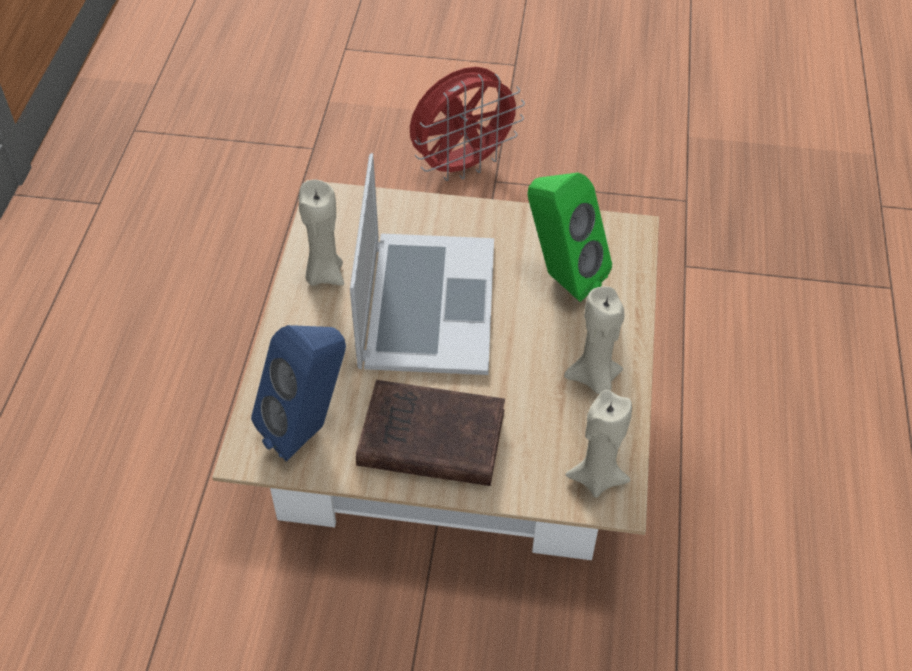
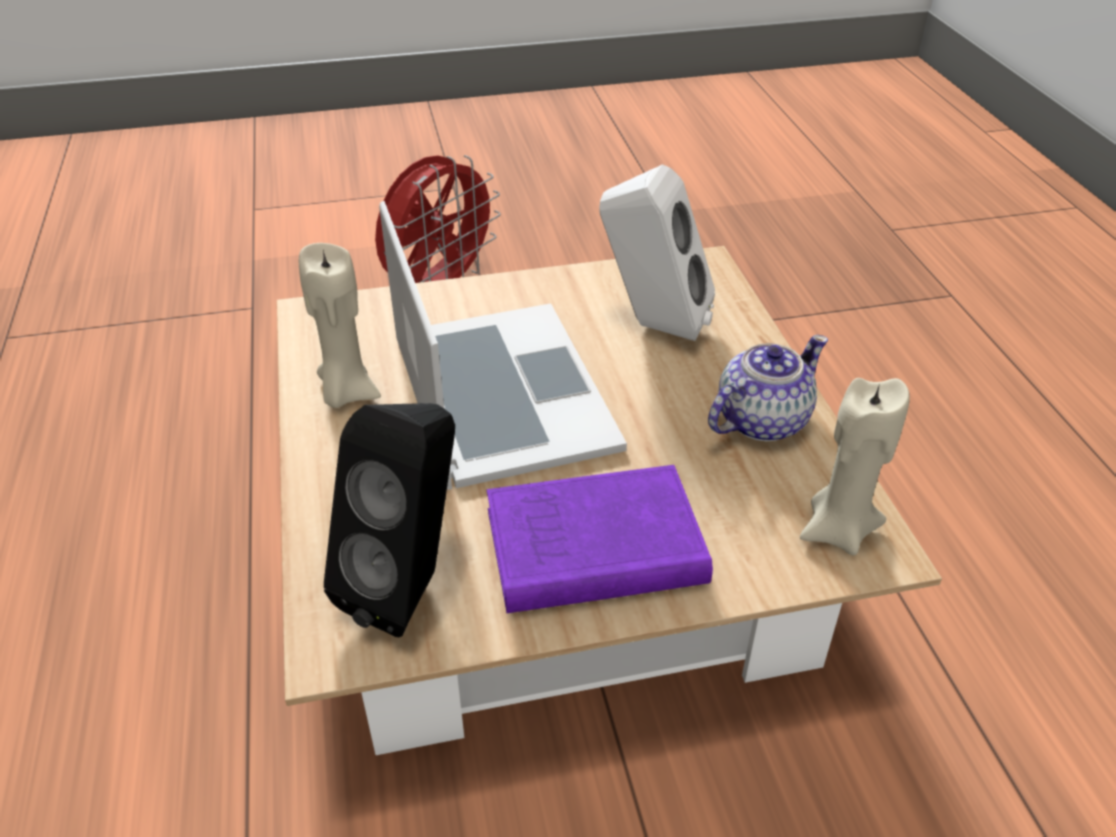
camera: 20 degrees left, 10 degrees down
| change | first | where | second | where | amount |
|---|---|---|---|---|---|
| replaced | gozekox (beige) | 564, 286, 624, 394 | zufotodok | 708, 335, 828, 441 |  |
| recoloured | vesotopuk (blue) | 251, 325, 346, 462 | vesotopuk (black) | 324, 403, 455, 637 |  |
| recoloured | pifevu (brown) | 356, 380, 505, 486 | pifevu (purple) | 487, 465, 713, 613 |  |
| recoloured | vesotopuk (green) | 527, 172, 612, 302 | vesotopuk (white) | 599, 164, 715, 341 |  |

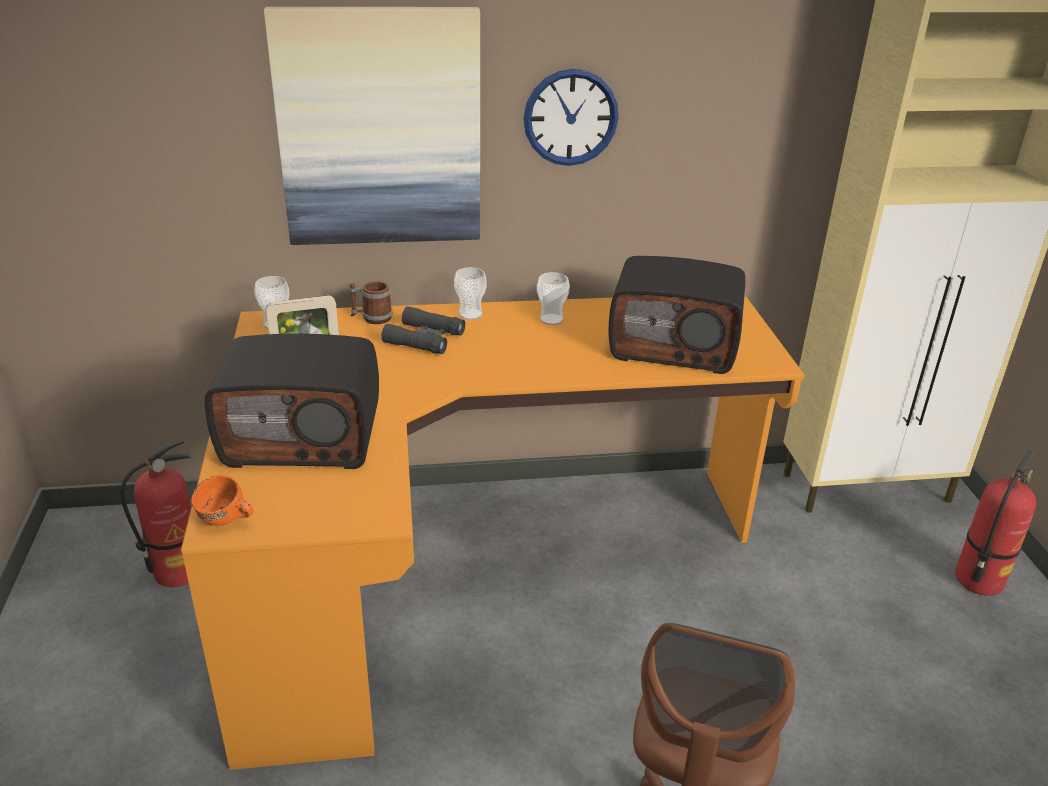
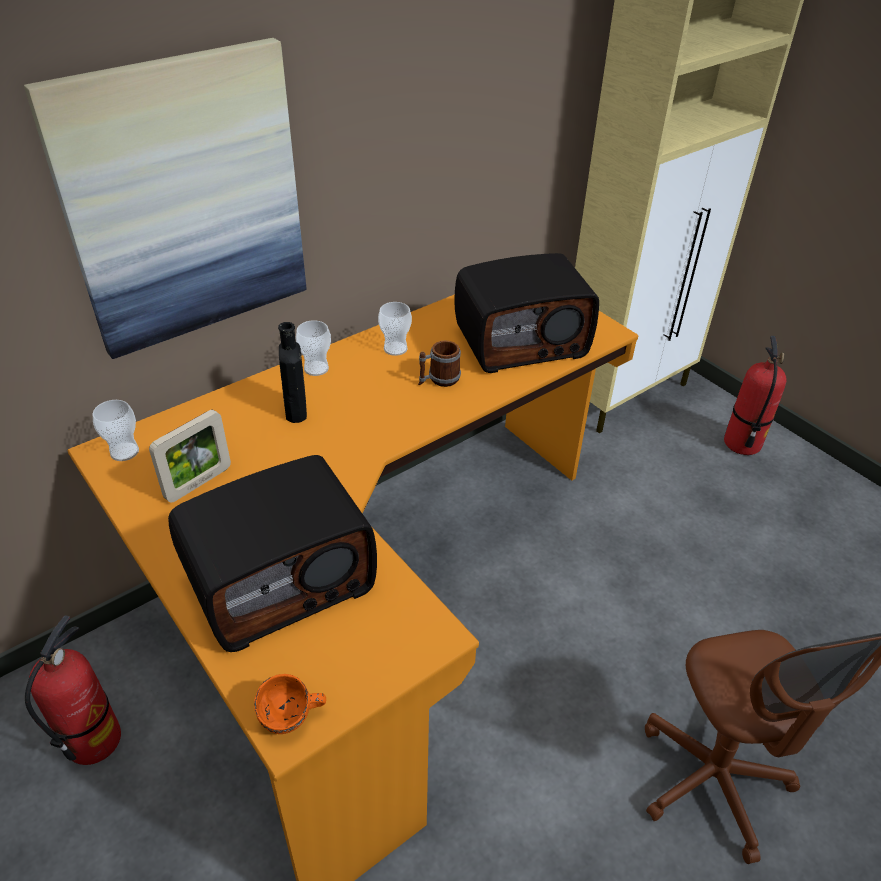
camera: 30 degrees left, 10 degrees up
| change | first | where | second | where | amount |
|---|---|---|---|---|---|
| removed | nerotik | 523, 69, 618, 166 |  |  |  |
| moved | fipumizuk | 349, 281, 393, 324 |  | 418, 340, 461, 387 |  |
| replaced | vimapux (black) | 381, 306, 465, 354 | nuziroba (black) | 278, 322, 307, 423 |  |

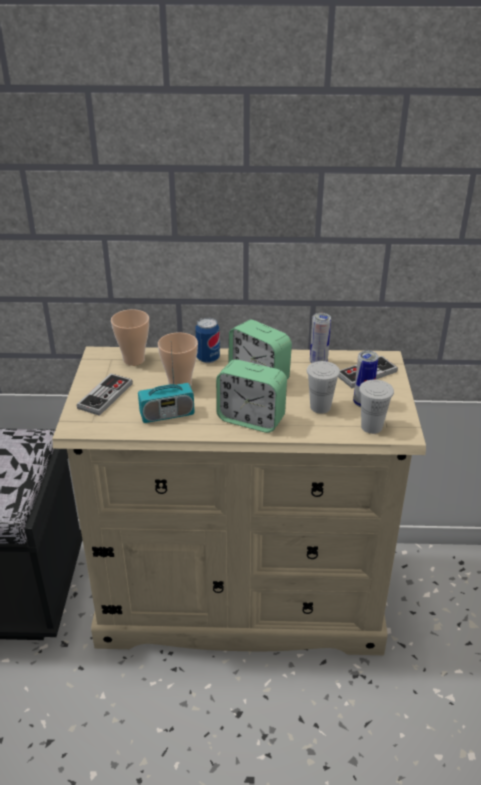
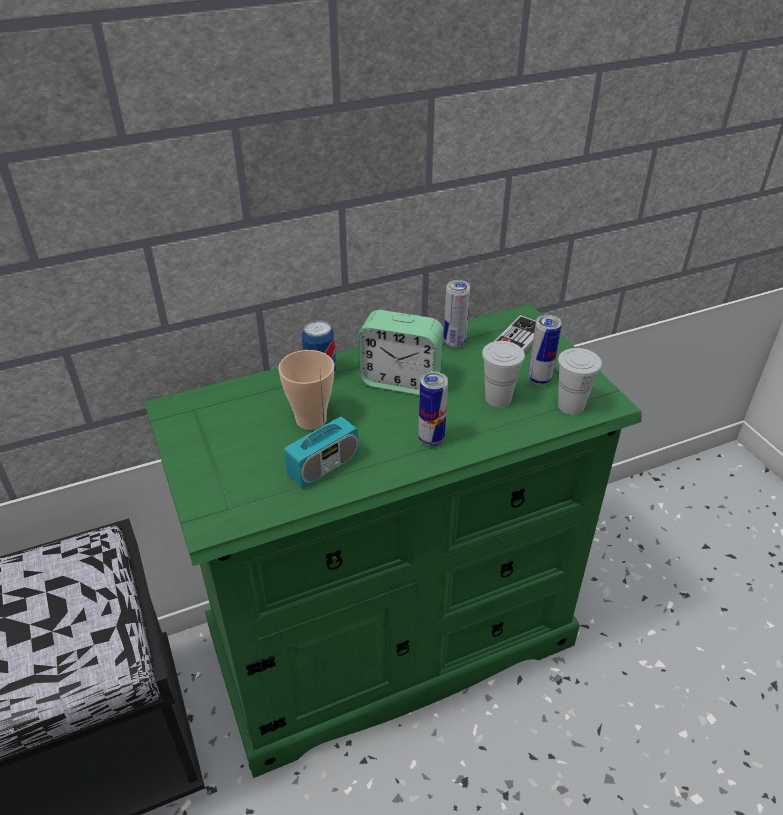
camera: 25 degrees left, 5 degrees up
| change | first | where | second | where | amount |
|---|---|---|---|---|---|
| removed | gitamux | 77, 373, 133, 416 |  |  |  |
| removed | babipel | 111, 309, 149, 366 |  |  |  |
| replaced | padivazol | 216, 360, 287, 433 | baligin | 418, 371, 448, 446 |  |
| recoloured | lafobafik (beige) | 52, 347, 426, 655 | lafobafik (green) | 144, 304, 642, 778 |  |

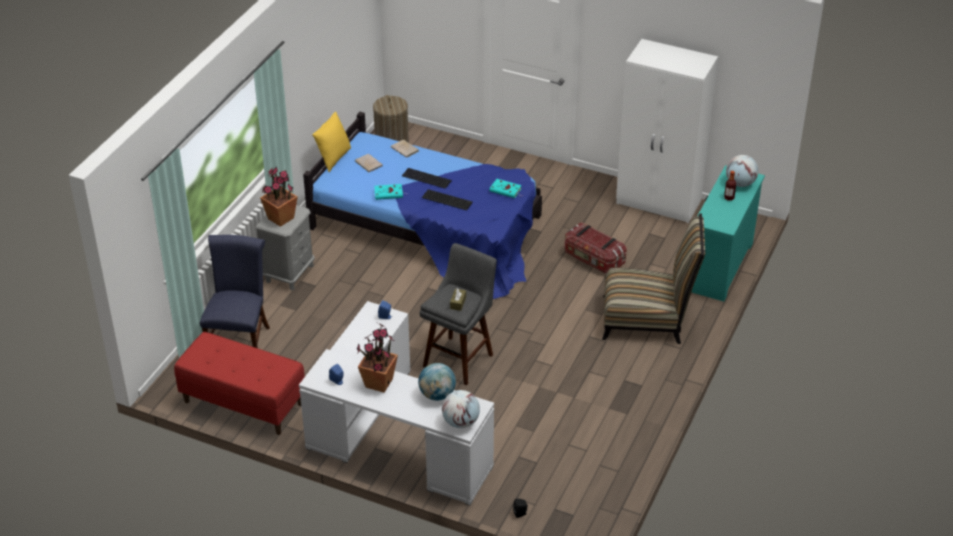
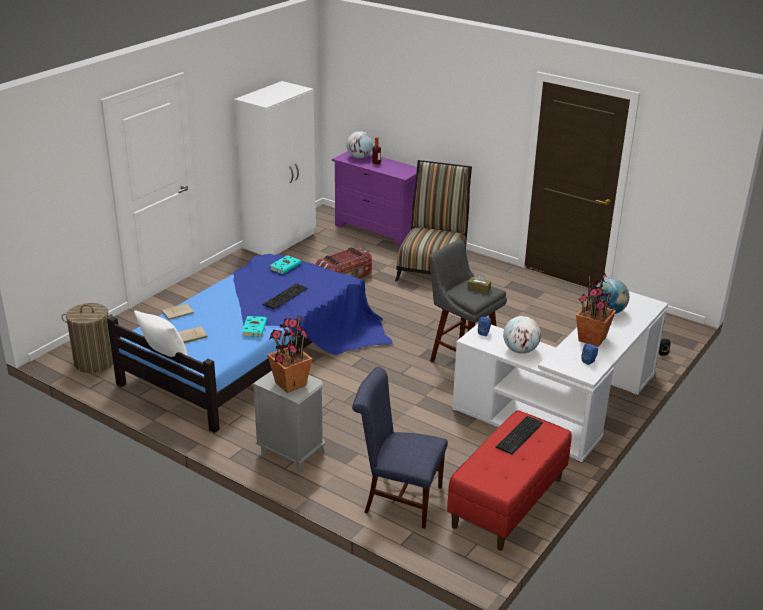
camera: 80 degrees left, 10 degrees down
| change | first | where | second | where | amount |
|---|---|---|---|---|---|
| moved | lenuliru | 402, 168, 452, 189 |  | 496, 416, 543, 455 |  |
| moved | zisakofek | 442, 390, 480, 428 |  | 503, 316, 541, 354 |  |
| recoloured | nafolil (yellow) | 312, 112, 351, 172 | nafolil (white) | 134, 310, 188, 357 |  |
| recoloured | lafobafik (turquoise) | 692, 165, 765, 302 | lafobafik (purple) | 332, 151, 417, 247 |  |

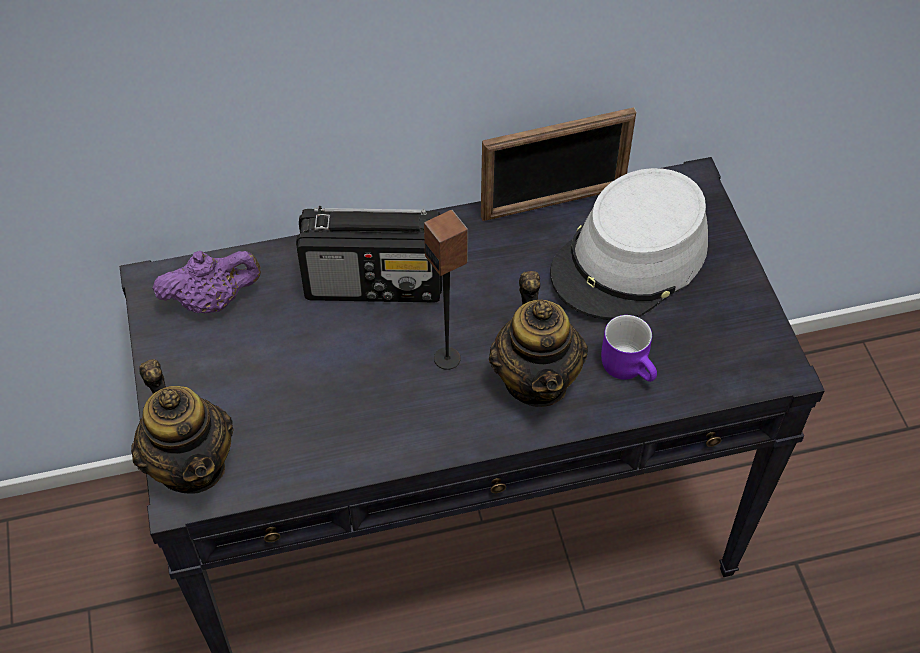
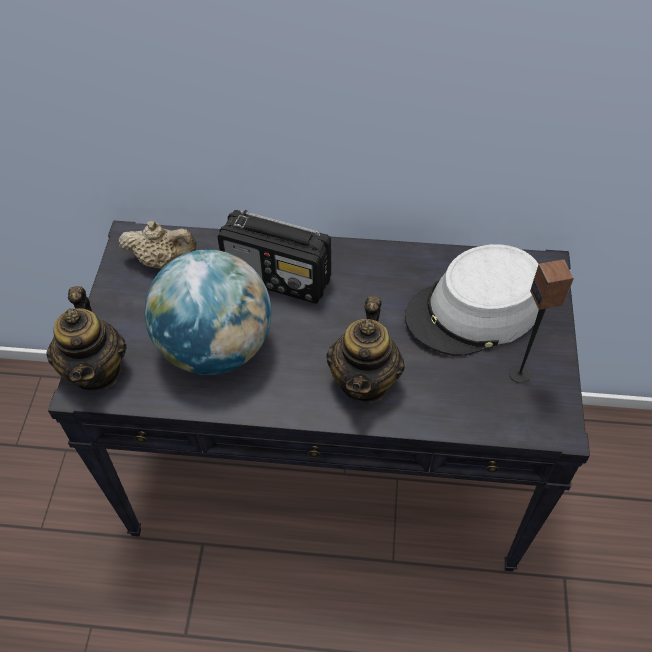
camera: 20 degrees right, 0 degrees up
| change | first | where | second | where | amount |
|---|---|---|---|---|---|
| removed | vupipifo | 481, 107, 636, 221 |  |  |  |
| removed | fipumizuk (purple) | 601, 315, 657, 382 |  |  |  |
| added |  |  | zisakofek | 144, 249, 271, 375 |  |
| moved | vesotopuk | 424, 210, 468, 370 |  | 509, 259, 574, 383 |  |
| recoloured | zufotodok (purple) | 152, 251, 261, 313 | zufotodok (beige) | 118, 221, 197, 269 |  |

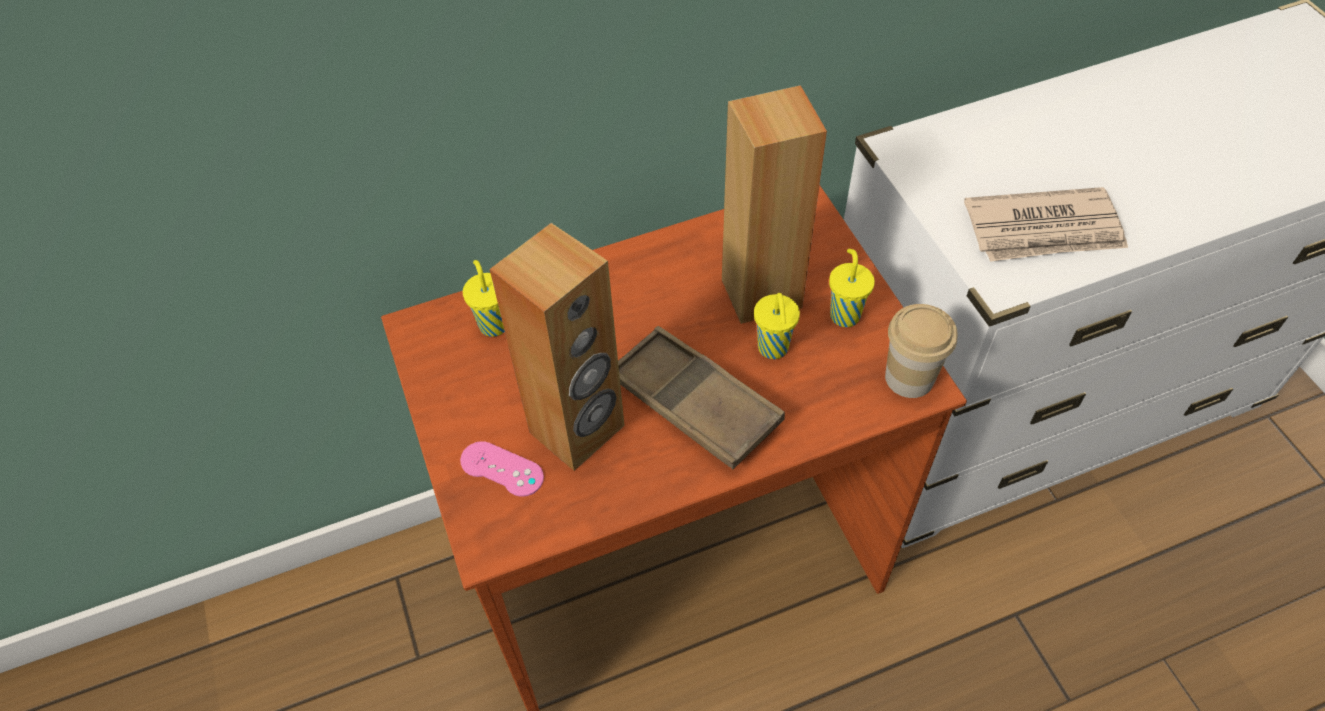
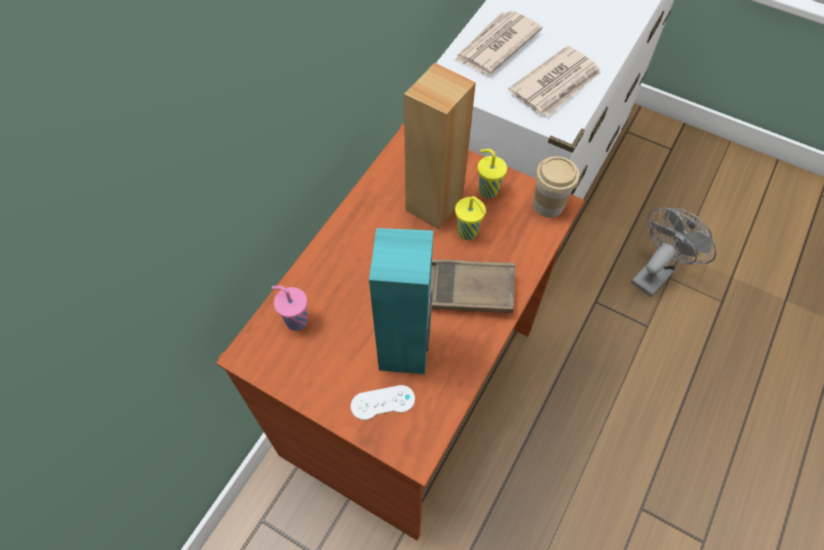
camera: 40 degrees left, 5 degrees up
| change | first | where | second | where | amount |
|---|---|---|---|---|---|
| added |  |  | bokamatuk | 454, 11, 542, 74 |  |
| added |  |  | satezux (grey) | 631, 208, 716, 297 |  |
| recoloured | gitamux (pink) | 460, 441, 544, 497 | gitamux (white) | 351, 385, 415, 420 |  |
| recoloured | babipel (yellow) | 463, 260, 505, 337 | babipel (pink) | 272, 286, 308, 331 |  |
| recoloured | vesotopuk (brown) | 490, 223, 625, 471 | vesotopuk (turquoise) | 369, 228, 433, 374 |  |

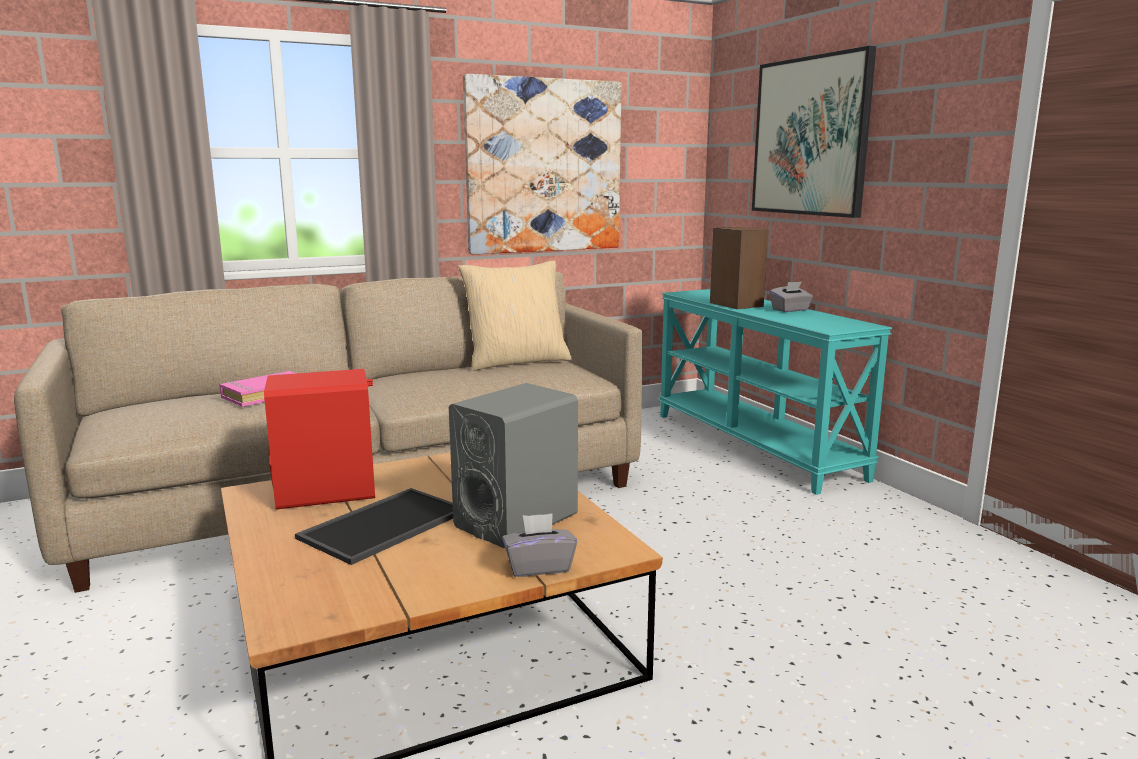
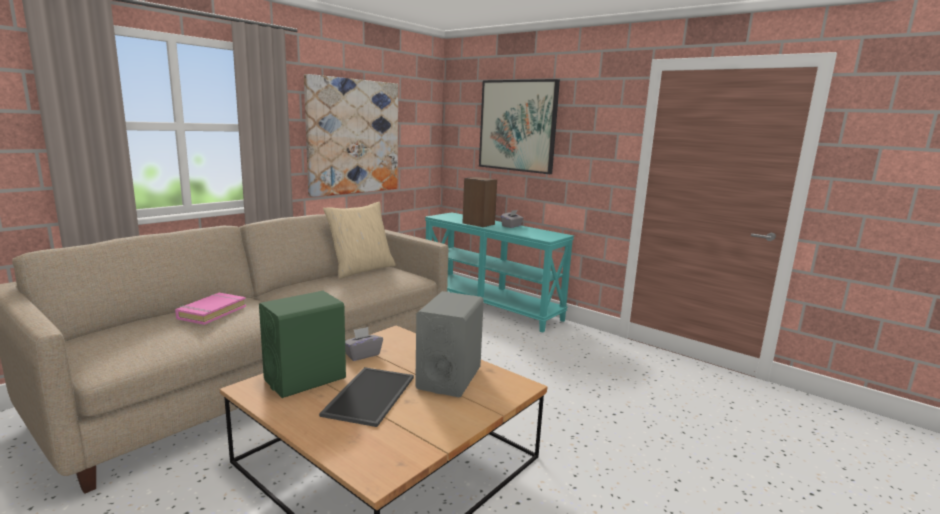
camera: 25 degrees left, 0 degrees up
| change | first | where | second | where | amount |
|---|---|---|---|---|---|
| moved | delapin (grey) | 502, 513, 577, 577 |  | 345, 327, 383, 361 |  |
| recoloured | vesotopuk (red) | 264, 369, 375, 510 | vesotopuk (green) | 259, 291, 346, 398 |  |

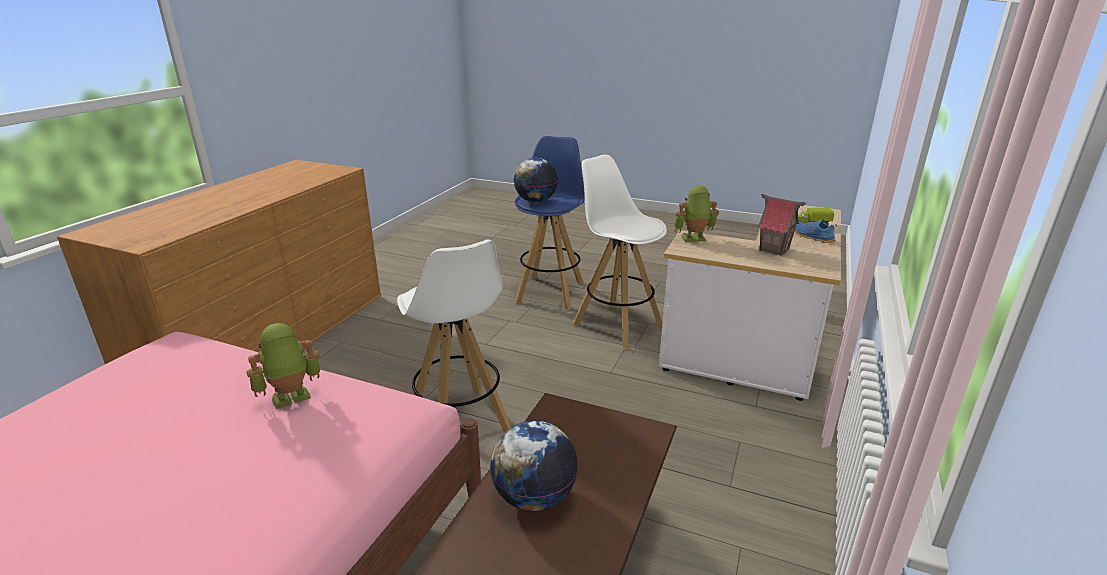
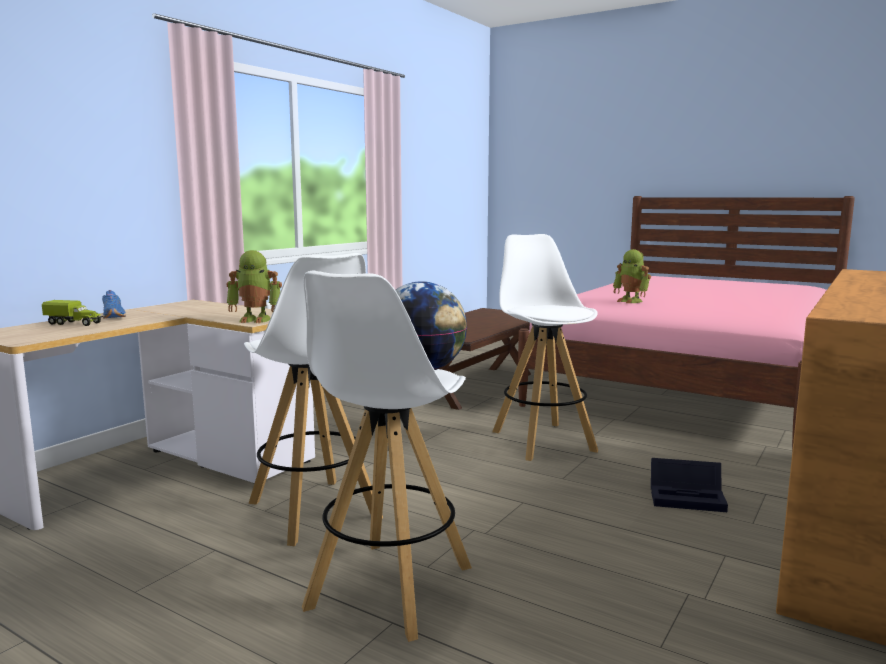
camera: 170 degrees left, 15 degrees down
| change | first | where | second | where | amount |
|---|---|---|---|---|---|
| removed | zisakofek | 490, 420, 578, 512 |  |  |  |
| removed | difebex | 758, 194, 806, 256 |  |  |  |
| added |  |  | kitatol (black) | 651, 458, 728, 512 |  |
| recoloured | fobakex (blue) | 514, 136, 585, 310 | fobakex (white) | 302, 270, 472, 642 |  |
| turned | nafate | 246, 323, 320, 409 |  | 613, 249, 651, 303 | 75 degrees clockwise |

